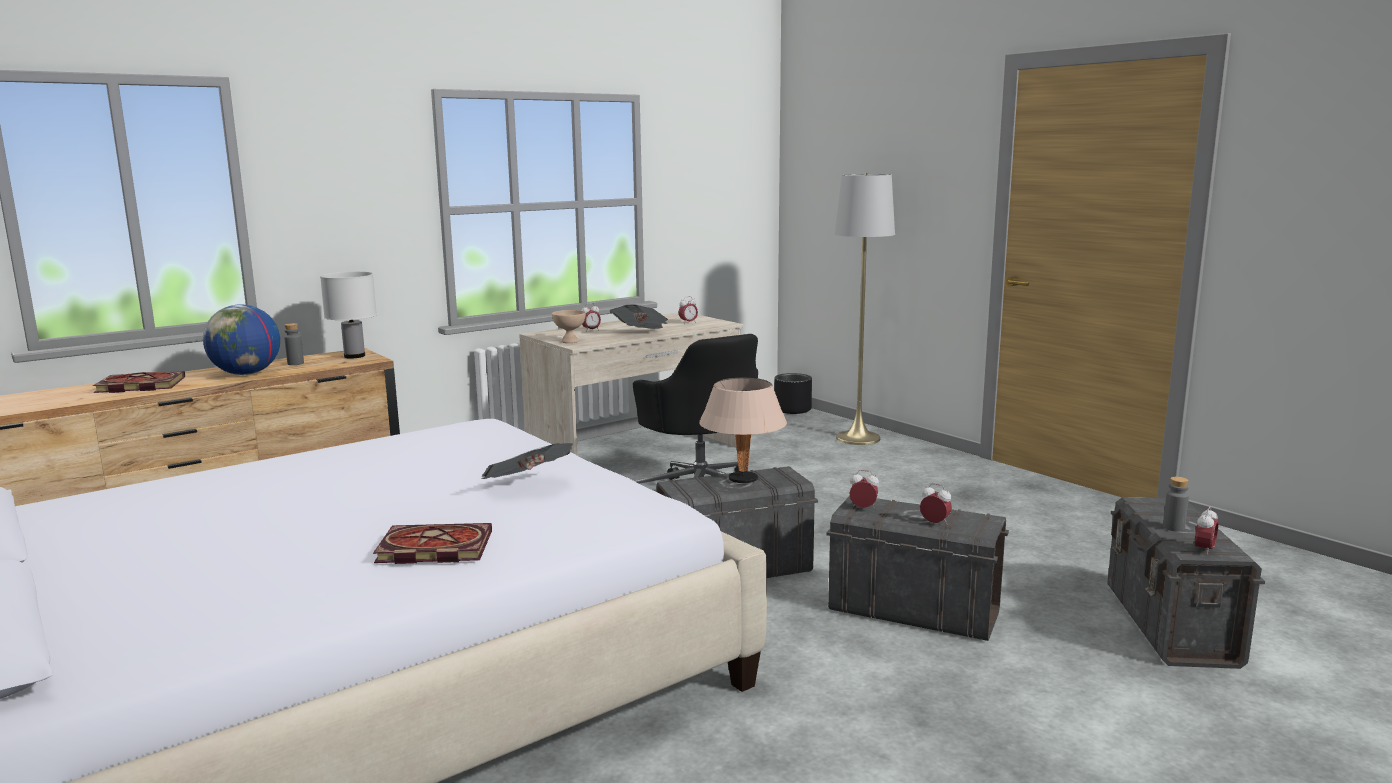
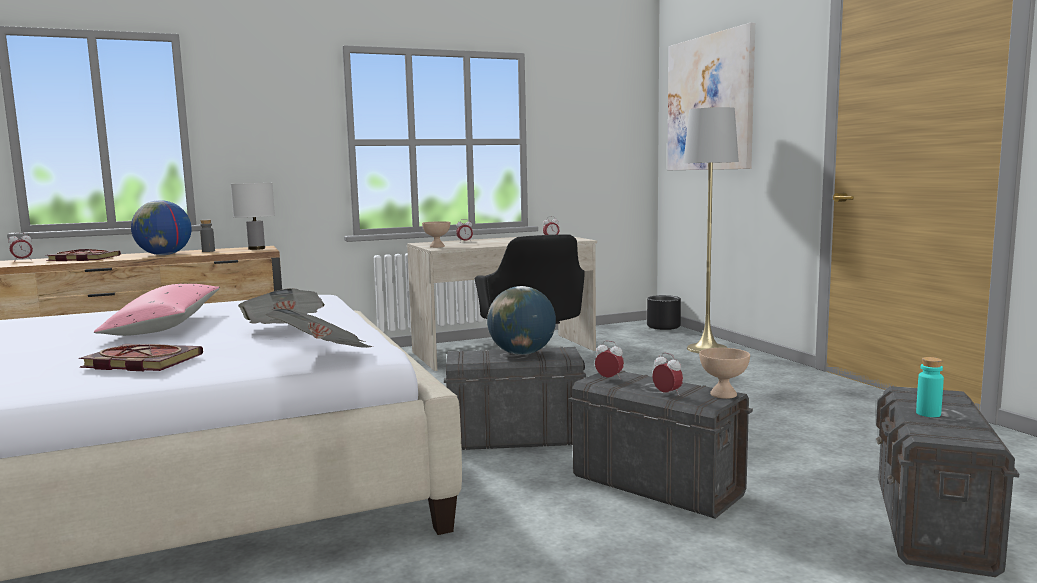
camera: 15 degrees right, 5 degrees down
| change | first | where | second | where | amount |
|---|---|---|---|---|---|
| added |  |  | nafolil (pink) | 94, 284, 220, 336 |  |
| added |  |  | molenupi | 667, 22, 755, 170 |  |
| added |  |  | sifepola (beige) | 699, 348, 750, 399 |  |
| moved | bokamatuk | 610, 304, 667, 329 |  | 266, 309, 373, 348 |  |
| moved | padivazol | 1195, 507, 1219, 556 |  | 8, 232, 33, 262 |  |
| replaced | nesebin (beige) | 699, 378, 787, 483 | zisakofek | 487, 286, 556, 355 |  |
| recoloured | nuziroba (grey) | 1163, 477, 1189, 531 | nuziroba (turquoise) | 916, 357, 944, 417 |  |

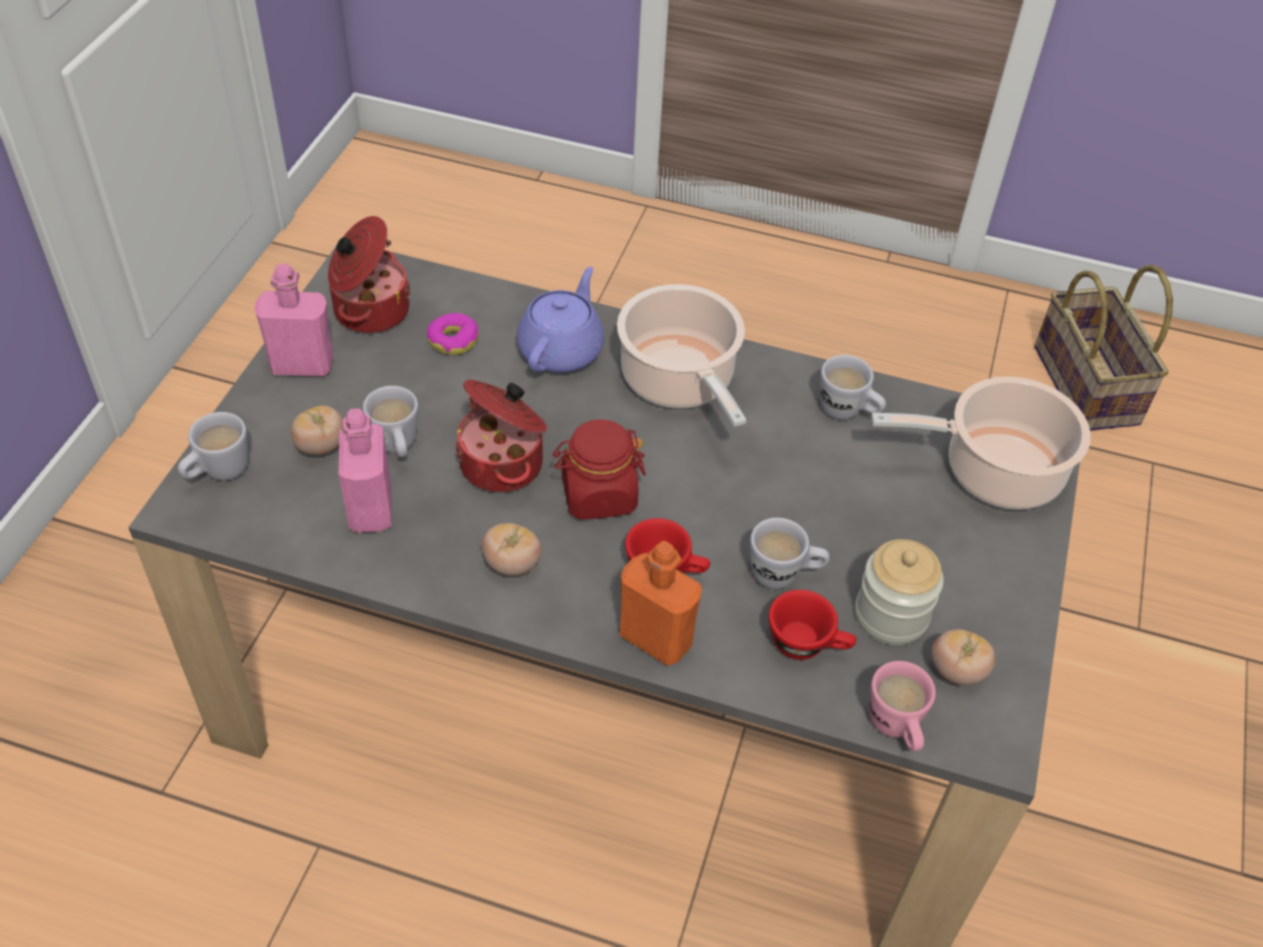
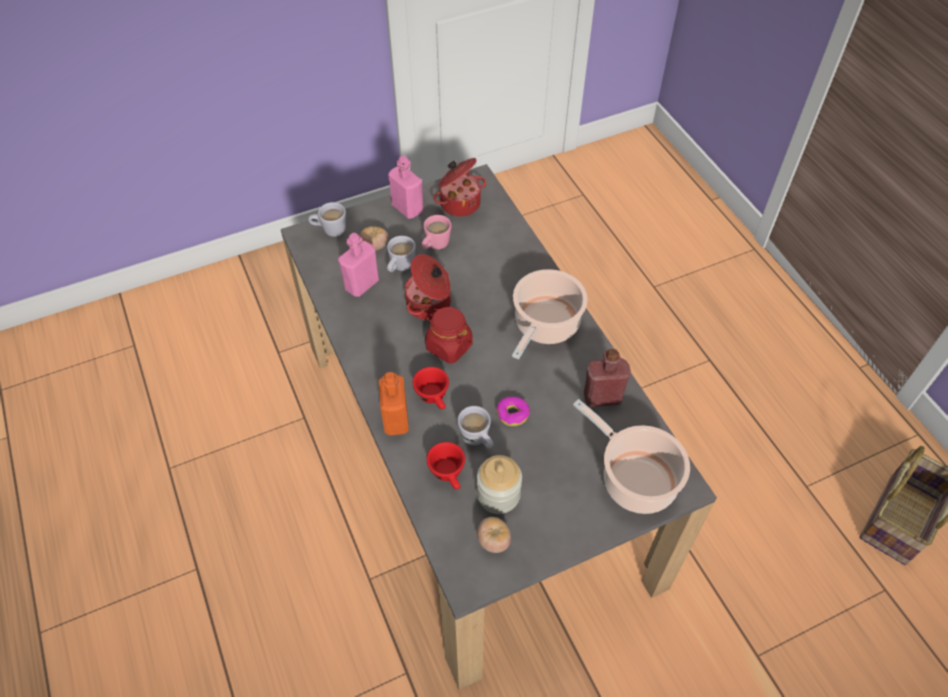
camera: 50 degrees right, 5 degrees up
| change | first | where | second | where | amount |
|---|---|---|---|---|---|
| removed | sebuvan | 481, 523, 542, 576 |  |  |  |
| removed | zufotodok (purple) | 517, 267, 604, 373 |  |  |  |
| moved | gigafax | 427, 313, 479, 355 |  | 497, 396, 530, 426 |  |
| moved | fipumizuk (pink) | 869, 661, 936, 751 |  | 421, 215, 451, 250 |  |
| replaced | fipumizuk (white) | 820, 355, 886, 420 | nuziroba (red) | 584, 349, 631, 407 |  |

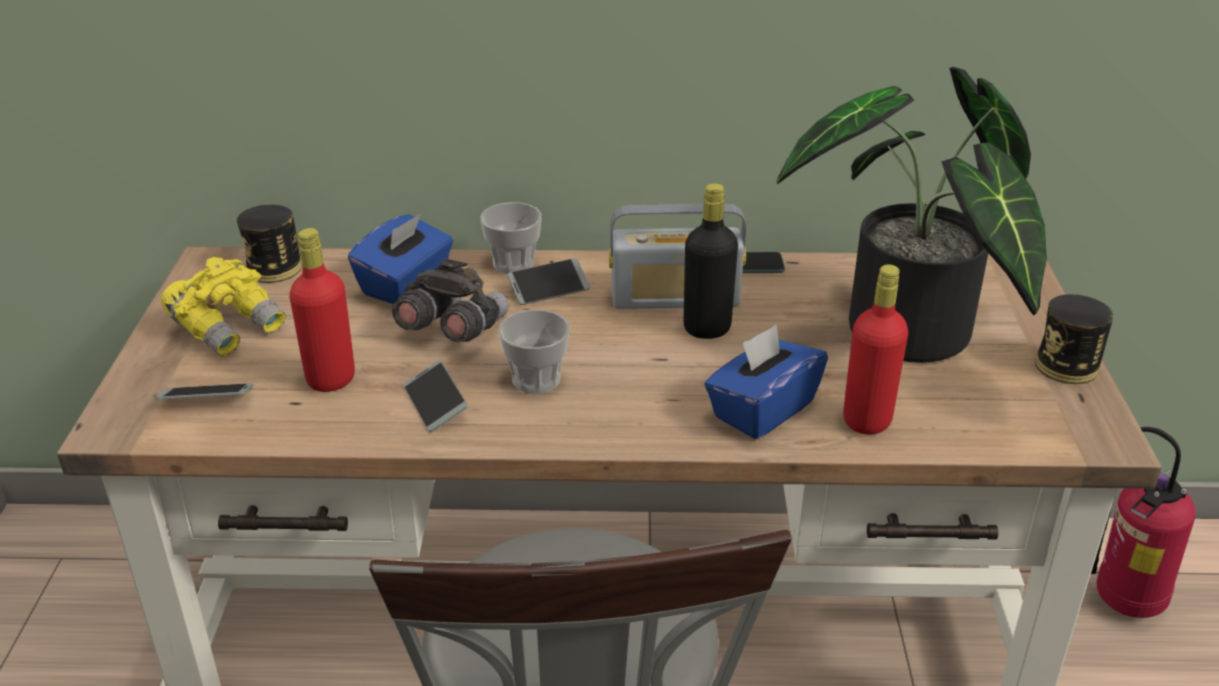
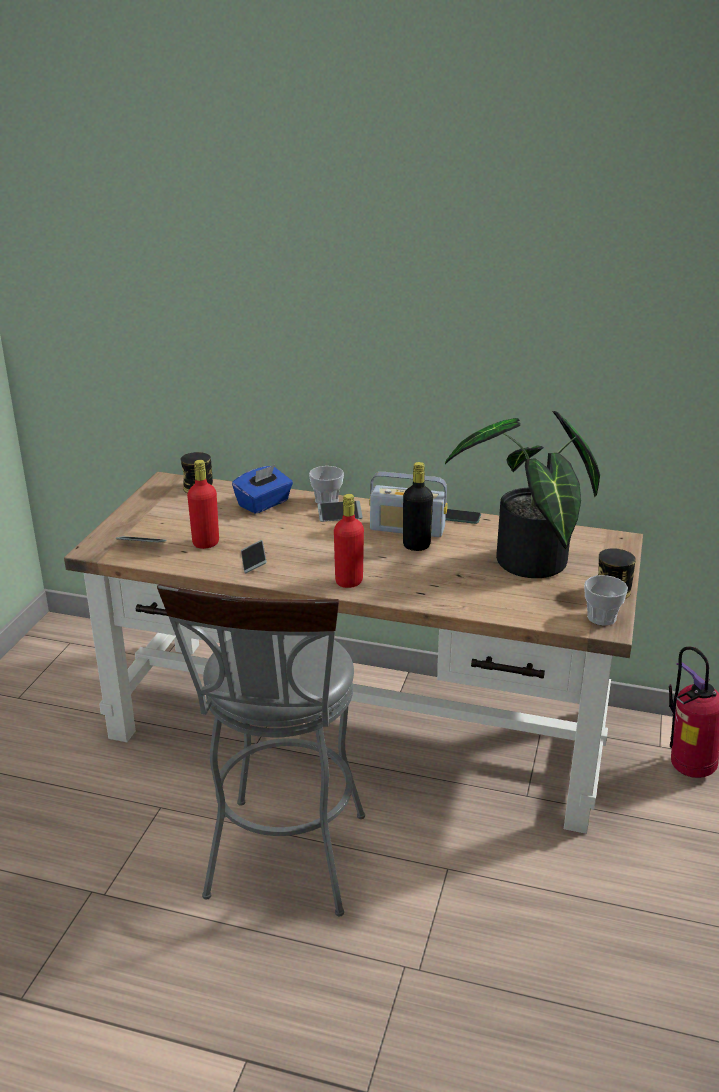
camera: 15 degrees right, 5 degrees down
| change | first | where | second | where | amount |
|---|---|---|---|---|---|
| removed | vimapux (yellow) | 161, 257, 286, 356 |  |  |  |
| removed | vimapux (grey) | 392, 258, 508, 342 |  |  |  |
| removed | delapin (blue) | 704, 324, 828, 439 |  |  |  |
| moved | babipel | 498, 310, 570, 394 |  | 584, 575, 628, 626 |  |
| moved | nuziroba (red) | 843, 264, 908, 435 |  | 334, 494, 364, 588 |  |

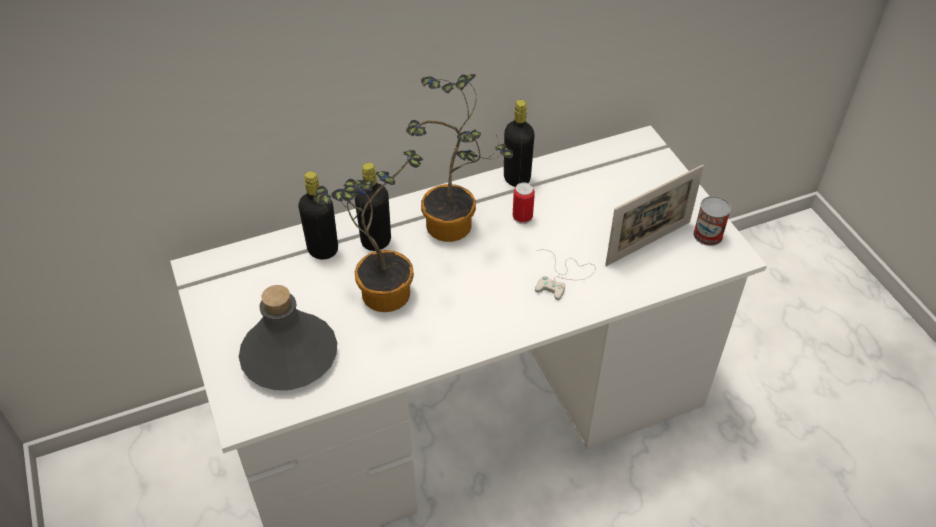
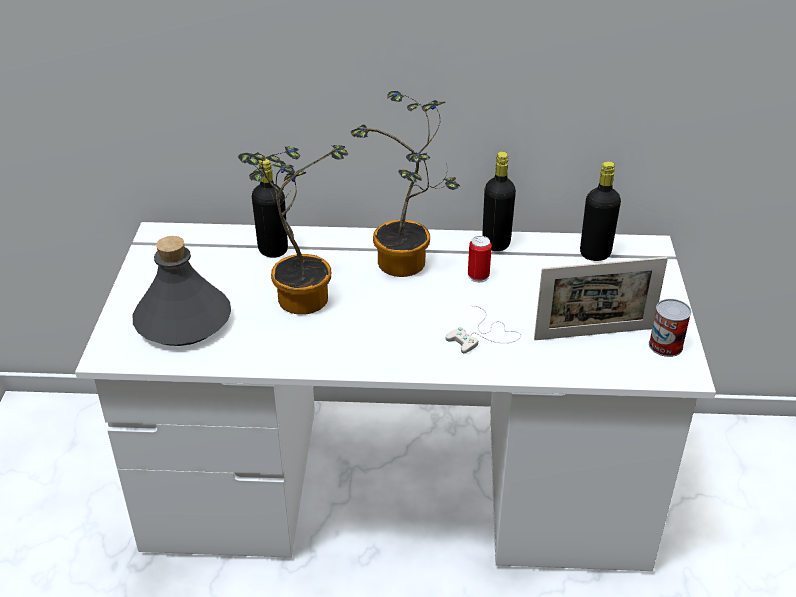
camera: 25 degrees right, 10 degrees down
| change | first | where | second | where | amount |
|---|---|---|---|---|---|
| moved | nuziroba (black) | 355, 163, 391, 251 |  | 580, 161, 621, 261 |  |

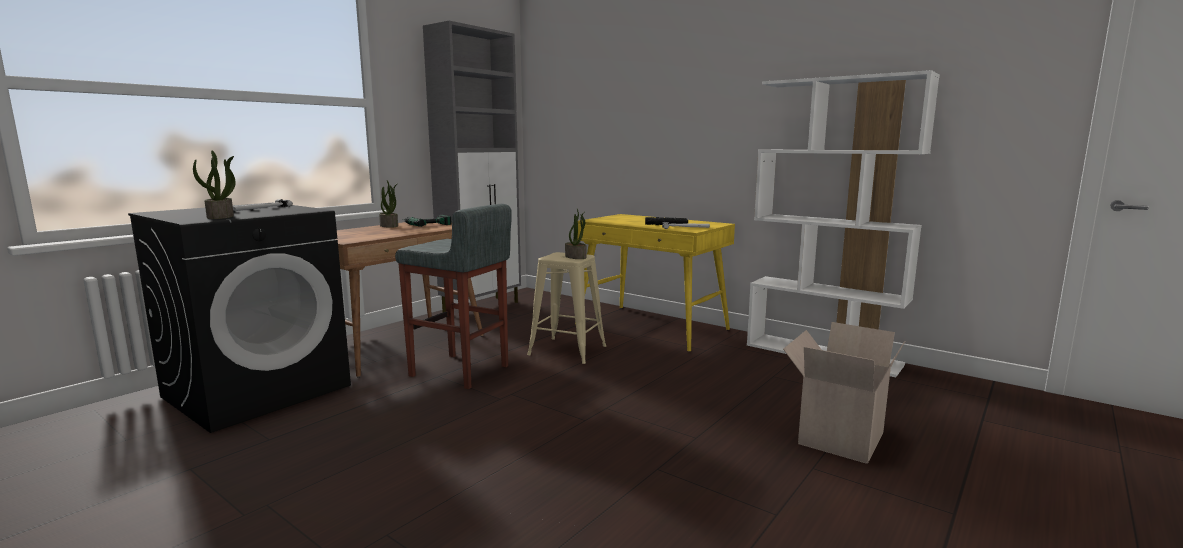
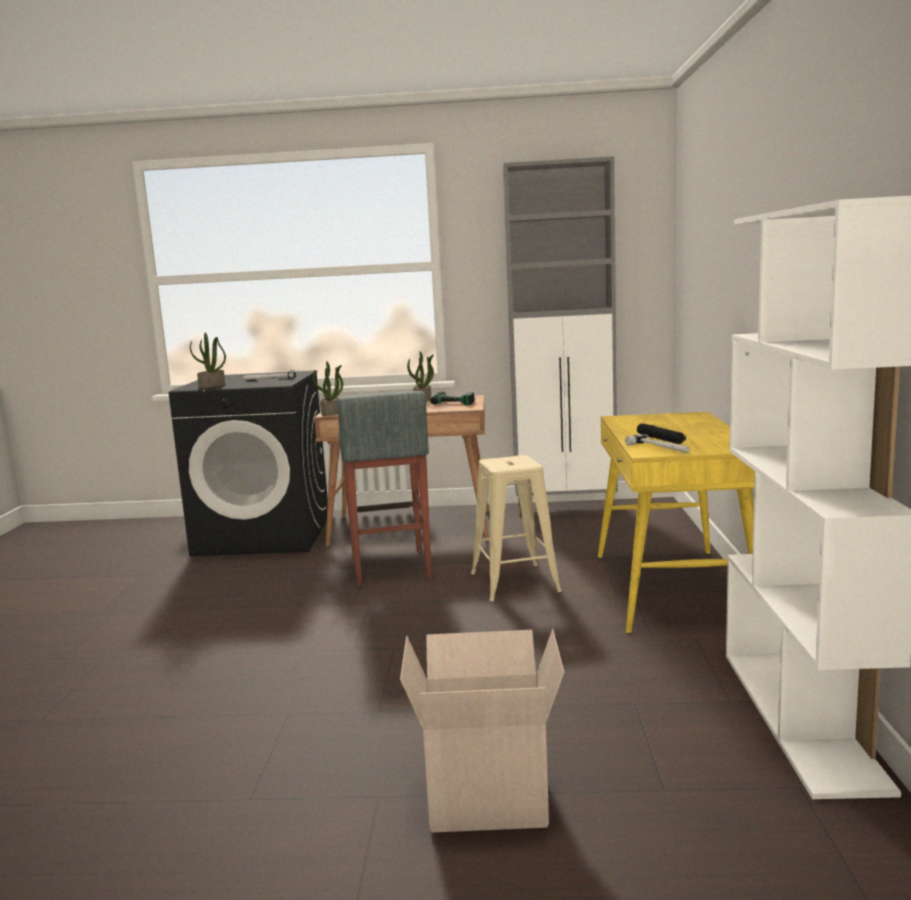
camera: 55 degrees right, 0 degrees up
| change | first | where | second | where | amount |
|---|---|---|---|---|---|
| moved | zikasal | 565, 209, 586, 259 |  | 313, 361, 343, 416 |  |

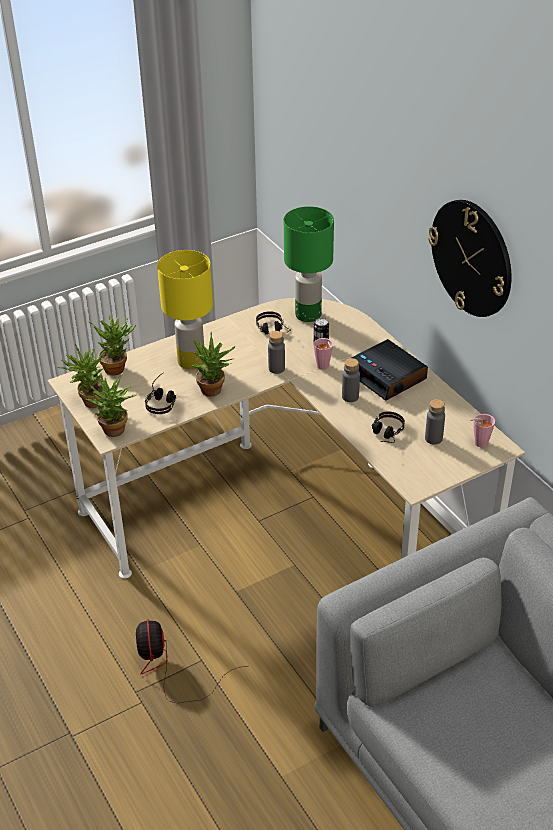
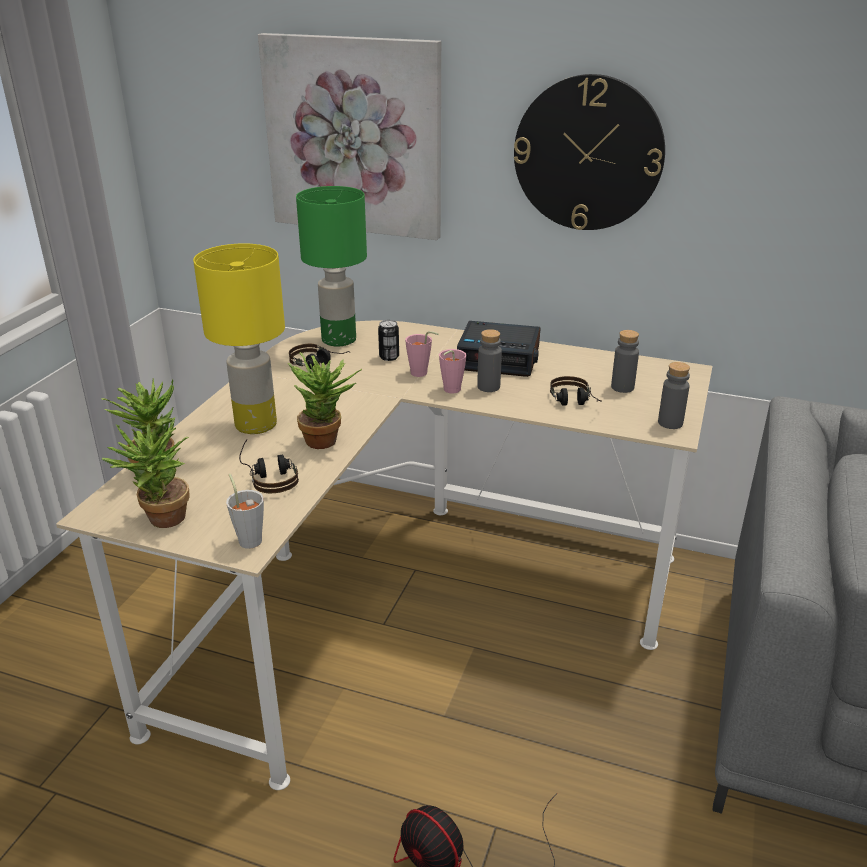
camera: 40 degrees left, 10 degrees down
| change | first | where | second | where | amount |
|---|---|---|---|---|---|
| added |  |  | molenupi | 258, 33, 441, 240 |  |
| moved | nuziroba (grey) | 268, 331, 285, 374 |  | 658, 362, 690, 429 |  |
| moved | babipel (pink) | 470, 414, 495, 448 |  | 439, 349, 467, 393 |  |
| replaced | zikasal | 87, 373, 136, 437 | babipel (grey) | 226, 474, 264, 549 |  |

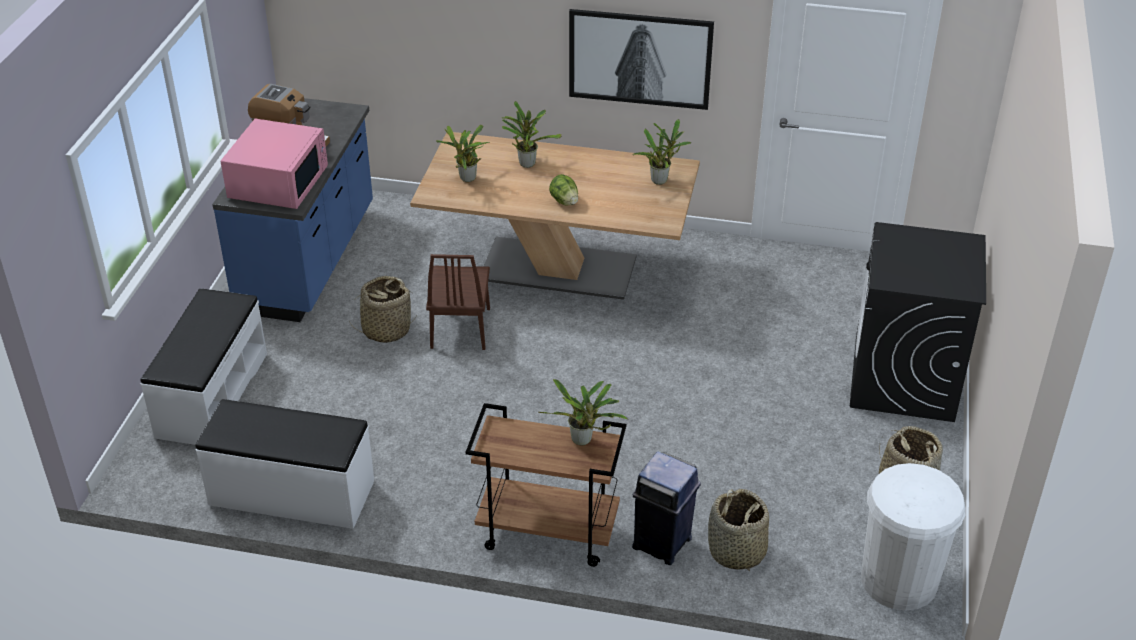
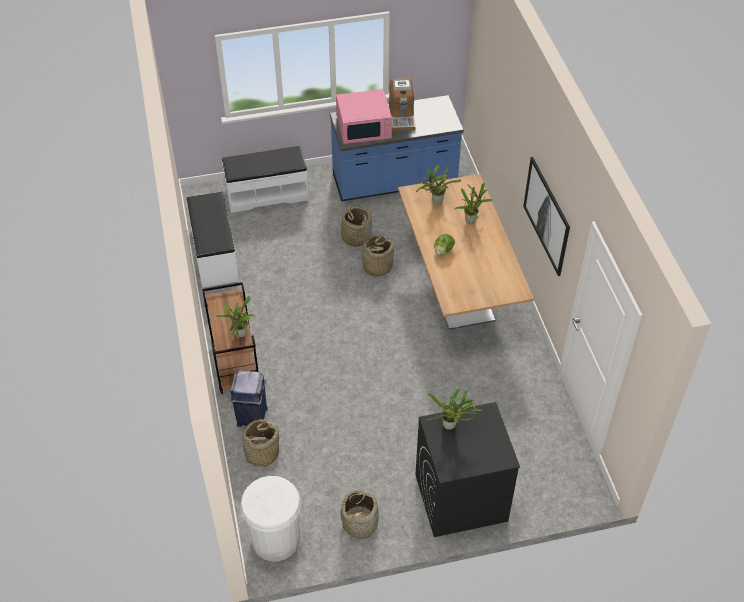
camera: 65 degrees right, 10 degrees up
| change | first | where | second | where | amount |
|---|---|---|---|---|---|
| moved | zikasal | 632, 119, 691, 185 |  | 427, 388, 483, 430 |  |
| replaced | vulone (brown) | 426, 254, 490, 350 | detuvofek | 359, 235, 394, 276 |  |

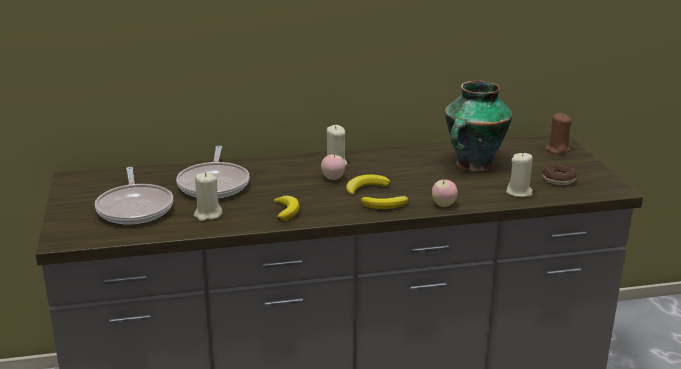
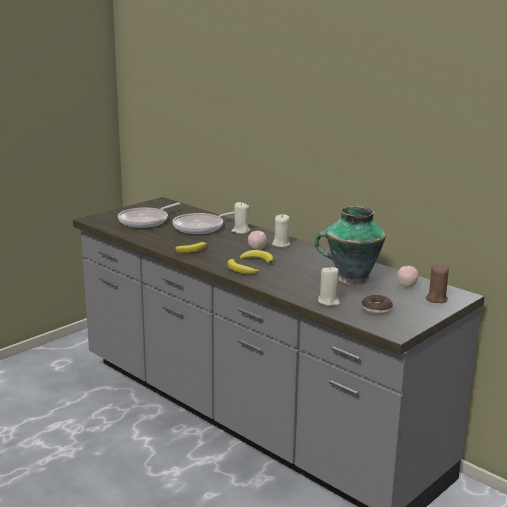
camera: 55 degrees right, 5 degrees down
| change | first | where | second | where | amount |
|---|---|---|---|---|---|
| moved | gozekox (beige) | 194, 173, 223, 221 |  | 231, 202, 251, 234 |  |
| moved | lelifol | 432, 179, 458, 207 |  | 397, 264, 419, 288 |  |

